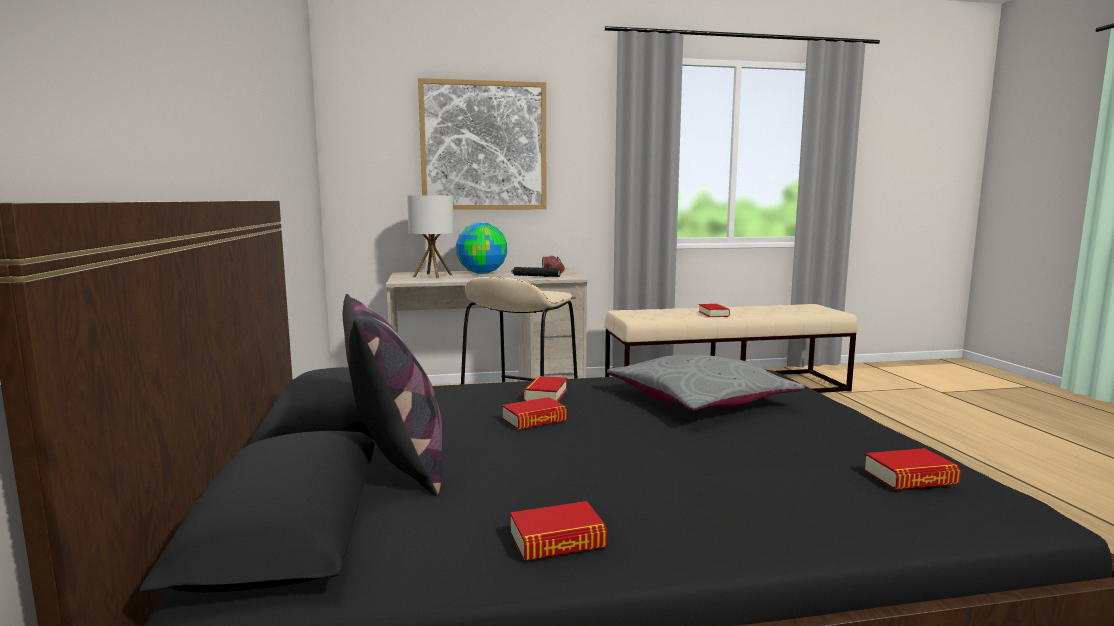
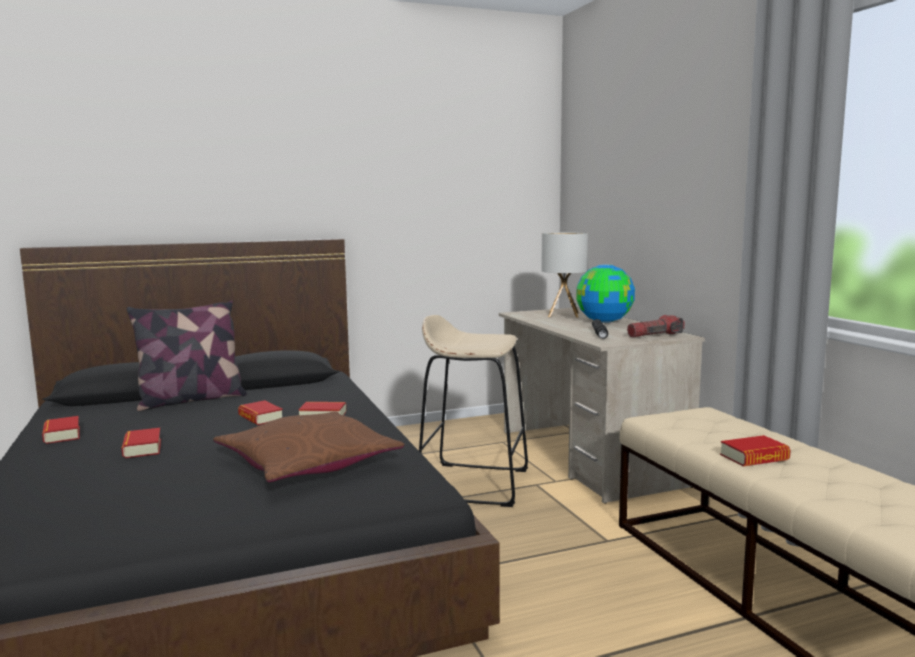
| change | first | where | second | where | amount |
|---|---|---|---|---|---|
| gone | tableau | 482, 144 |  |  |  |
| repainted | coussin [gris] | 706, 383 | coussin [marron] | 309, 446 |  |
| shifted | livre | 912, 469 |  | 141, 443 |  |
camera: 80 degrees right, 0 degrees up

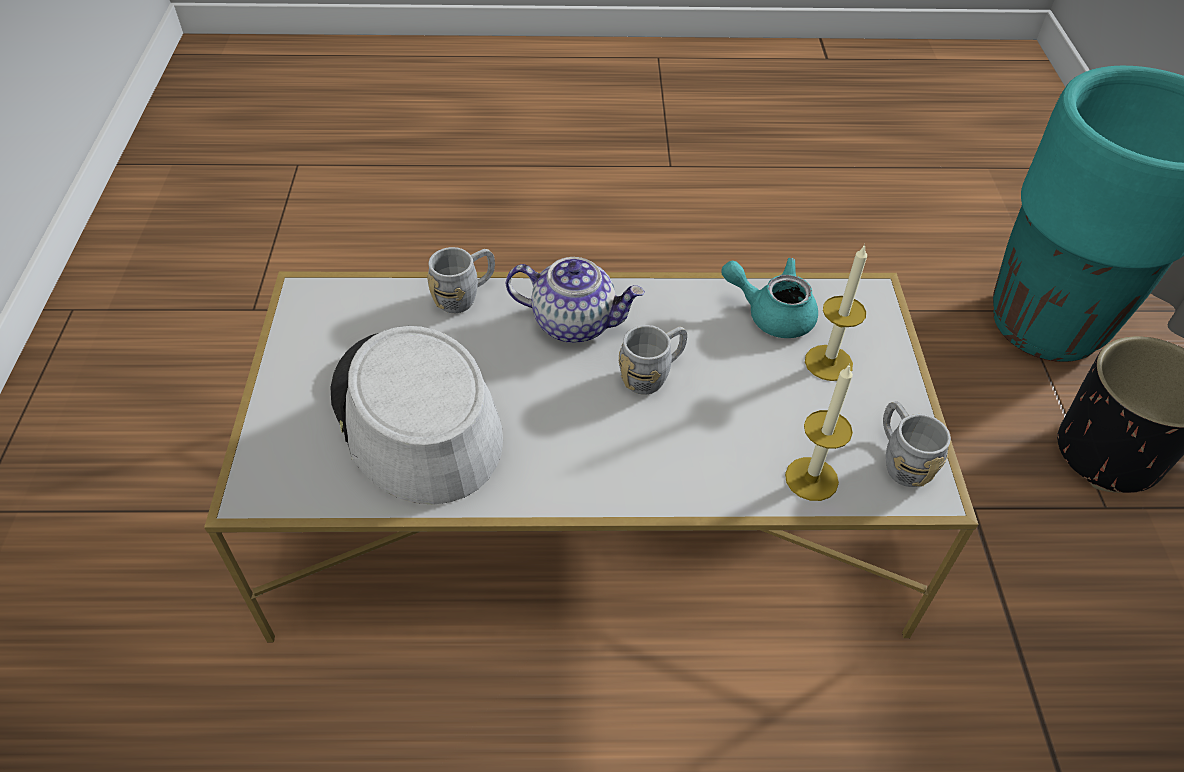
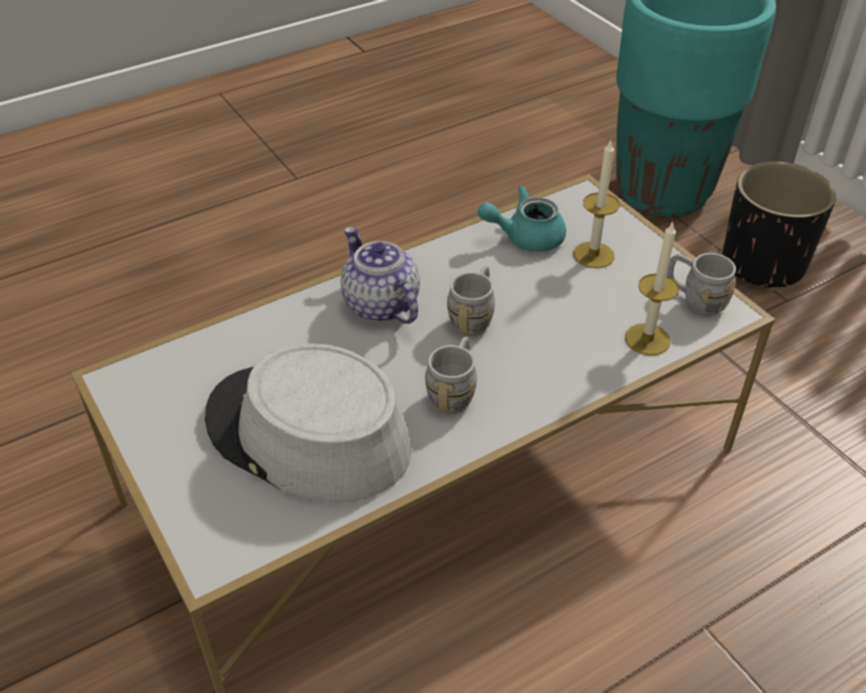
| change | first | where | second | where | amount |
|---|---|---|---|---|---|
| shifted | mug [gris] | 461, 280 |  | 451, 375 |  |
| rotated | théière | 575, 300 |  | 380, 275 | 105 degrees counterclockwise |
camera: 30 degrees left, 5 degrees down

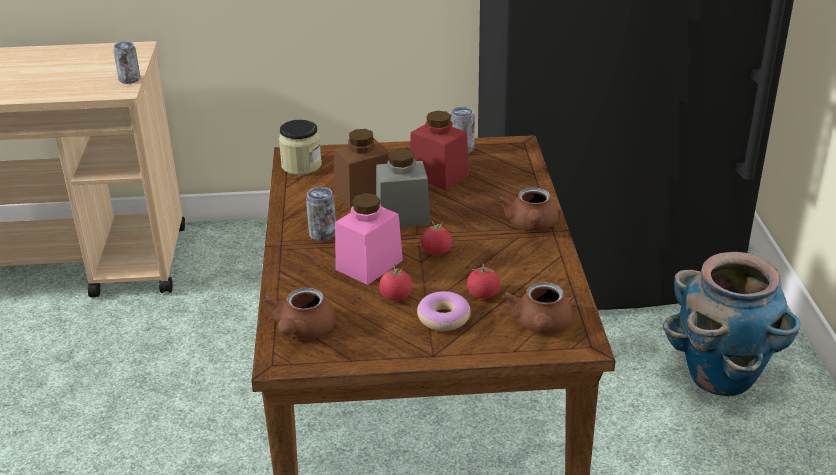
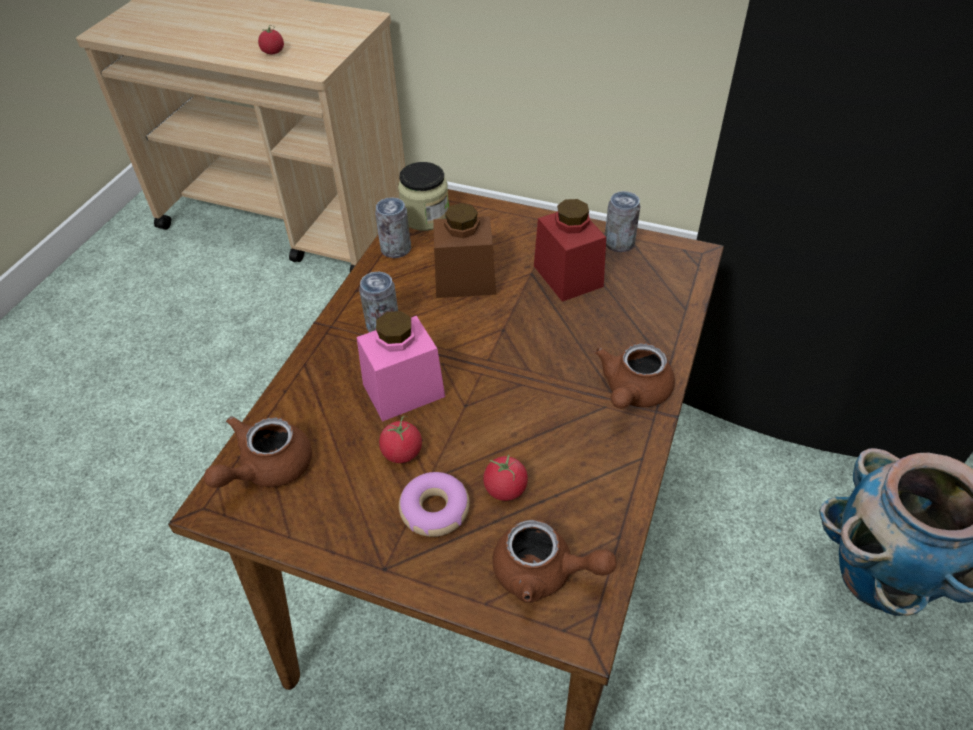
| change | first | where | second | where | amount |
|---|---|---|---|---|---|
| shifted | boîte métallique | 126, 62 |  | 393, 227 |  |
| gone | bocal [gris] | 403, 188 |  |  |  |
| shifted | tomate | 436, 238 |  | 271, 39 |  |
| rotated | théière [marron] | 538, 308 |  | 554, 561 | 105 degrees counterclockwise |
camera: 25 degrees right, 15 degrees up

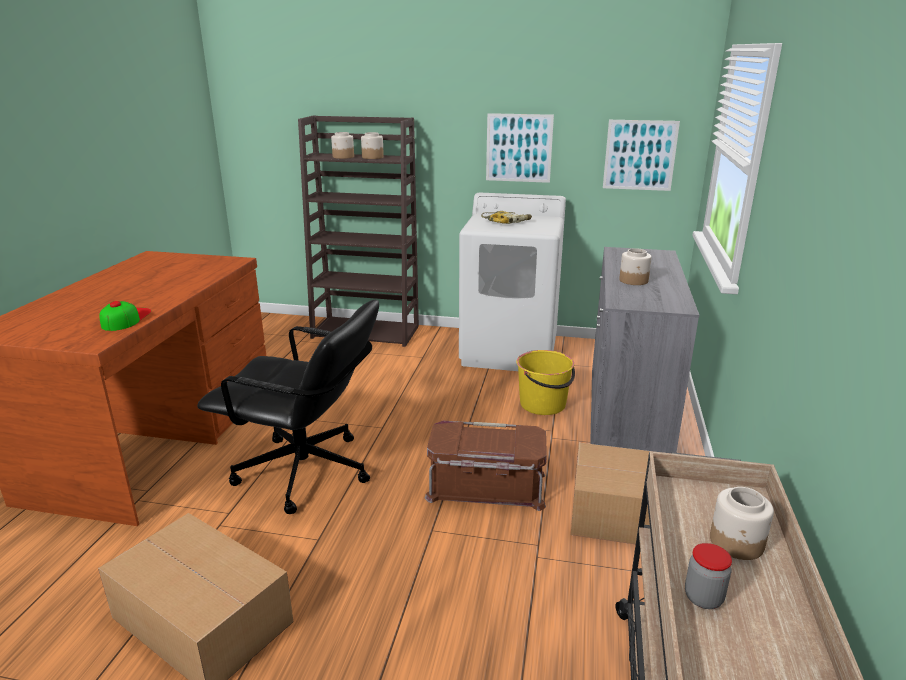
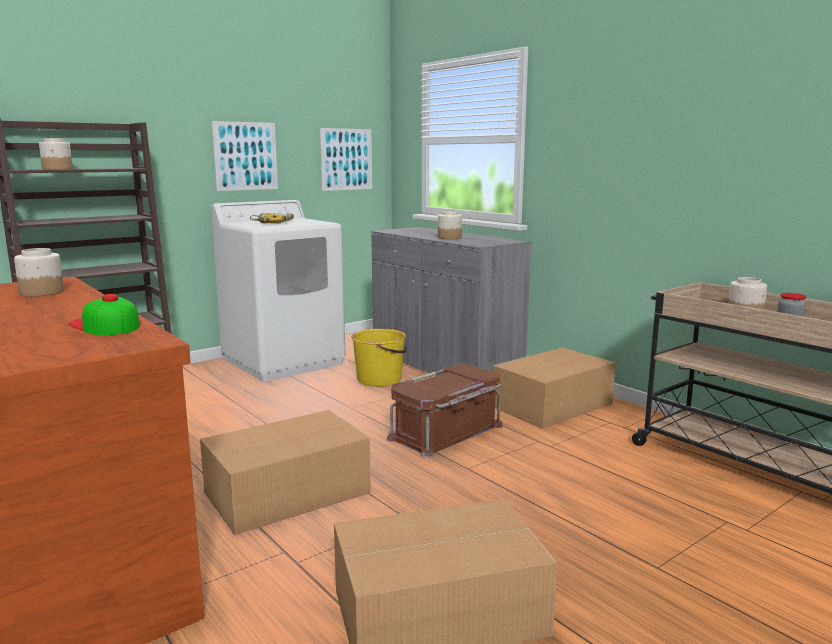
| change | first | where | second | where | amount |
|---|---|---|---|---|---|
| shifted | bocal | 372, 145 |  | 39, 272 |  |
| swapped | chaise de bureau [noir] | 288, 407 | carton | 285, 472 |  |
camera: 50 degrees left, 10 degrees down

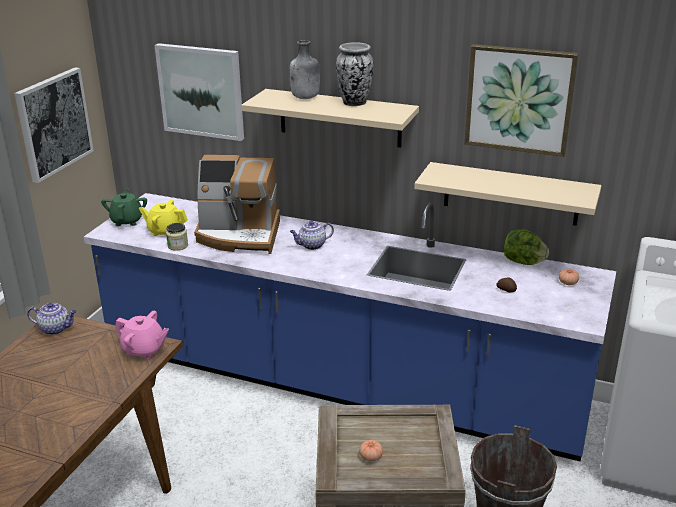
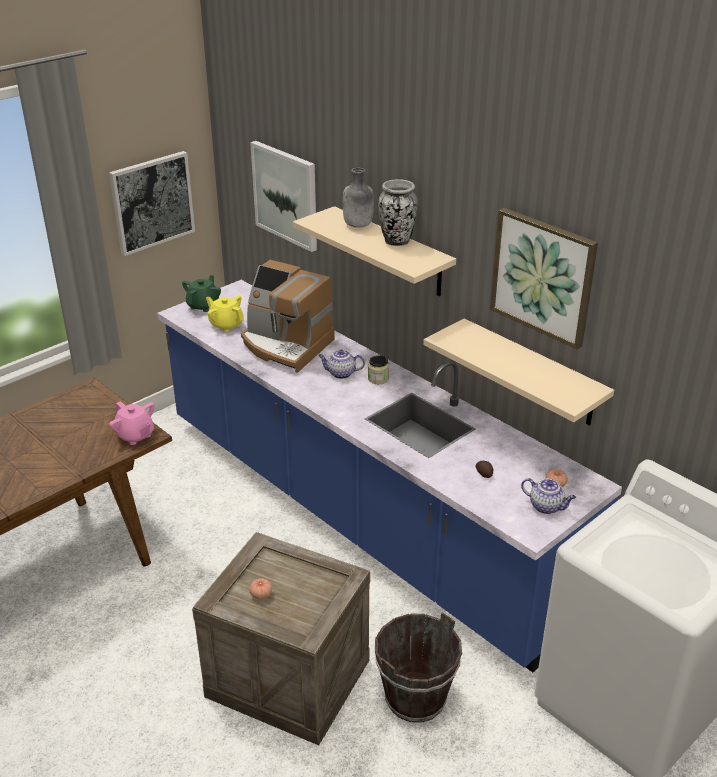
| change | first | where | second | where | amount |
|---|---|---|---|---|---|
| shifted | bocal | 177, 237 |  | 378, 369 |  |
| gone | laitue | 526, 247 |  |  |  |
| shifted | théière | 52, 319 |  | 548, 496 |  |
camera: 25 degrees right, 5 degrees up

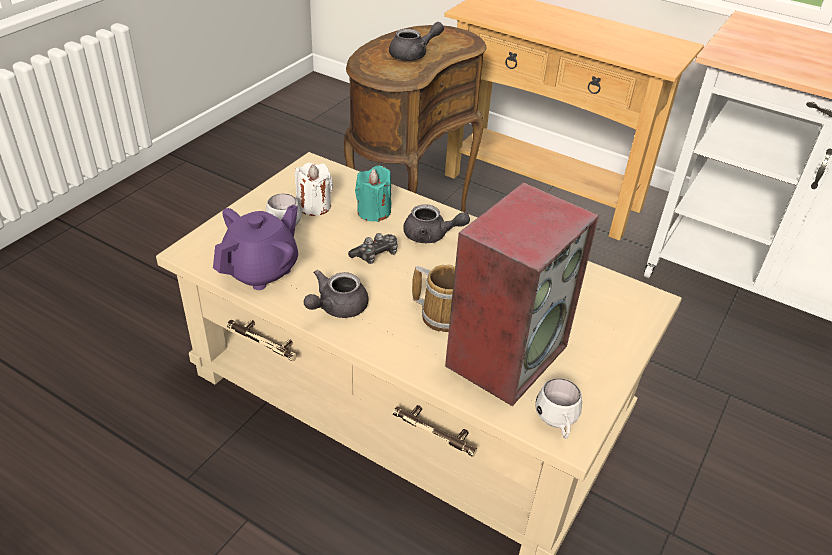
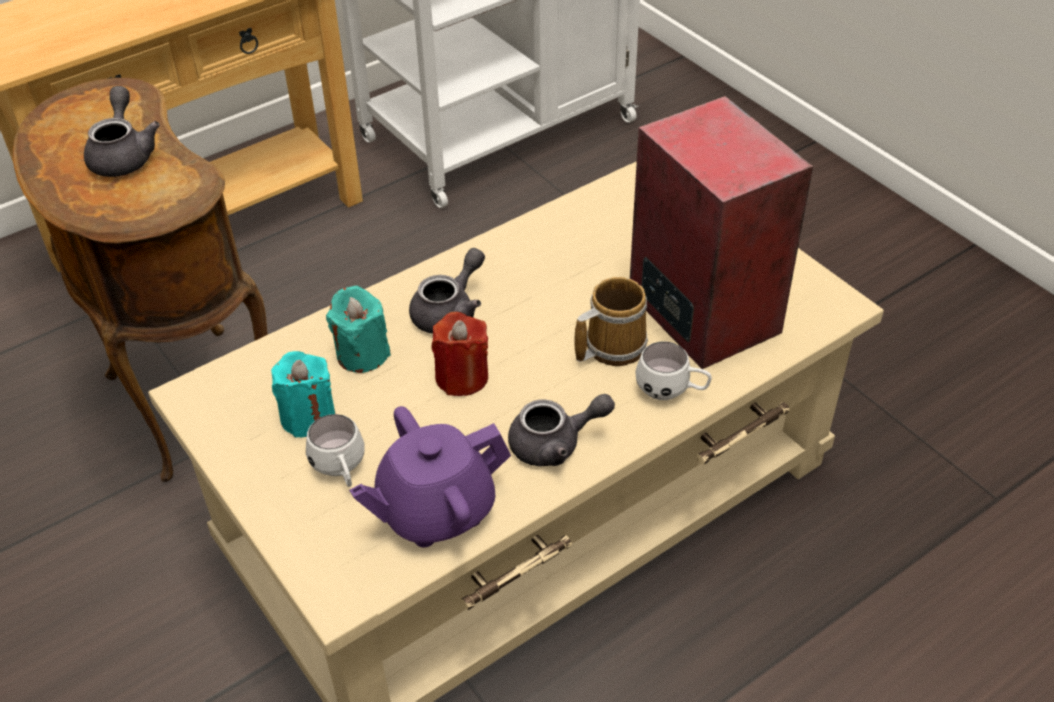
| change | first | where | second | where | amount |
|---|---|---|---|---|---|
| repainted | bougie [blanc] | 314, 189 | bougie [turquoise] | 303, 394 |  |
| rotated | théière [violet] | 255, 247 |  | 430, 477 | 90 degrees counterclockwise |
| swapped | manette | 373, 248 | bougie [rouge] | 460, 354 |  |
| rotated | théière [gris] | 336, 294 |  | 561, 430 | 75 degrees counterclockwise |
| shifted | mug [blanc] | 558, 408 |  | 673, 370 |  |
camera: 65 degrees left, 5 degrees up

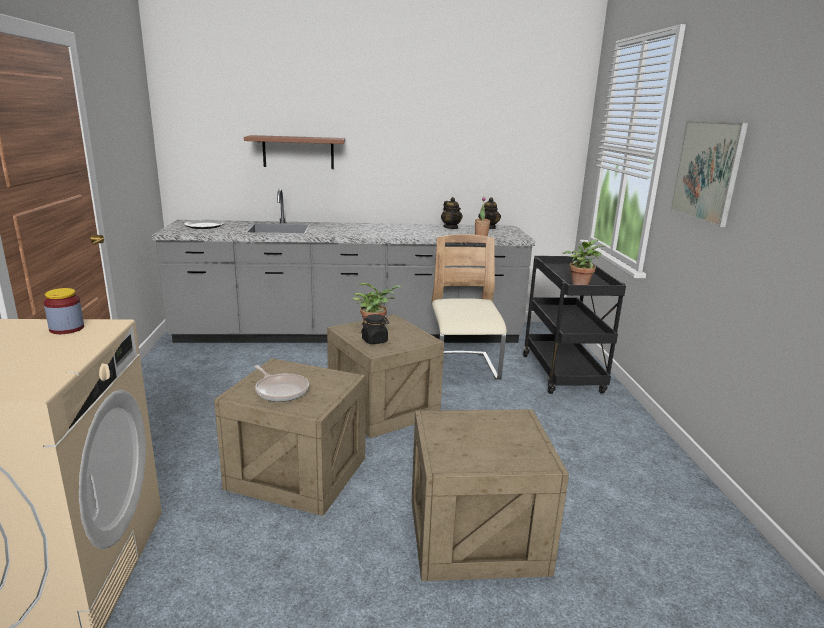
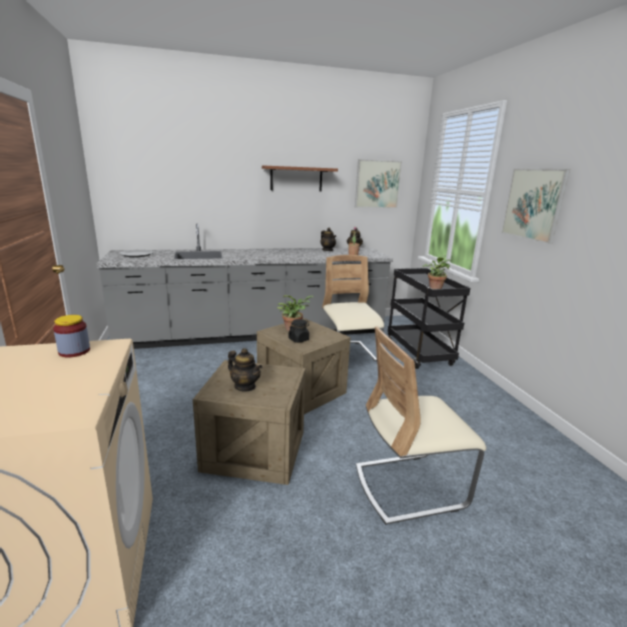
| change | first | where | second | where | amount |
|---|---|---|---|---|---|
| shifted | étagère [marron] | 294, 152 |  | 300, 179 |  |
| swapped | poêle | 281, 383 | théière | 245, 369 |  |
| swapped | caisse | 490, 495 | chaise [beige] | 421, 426 |  |
| new |  |  | tableau | 378, 183 |  |
camera: 10 degrees left, 0 degrees up

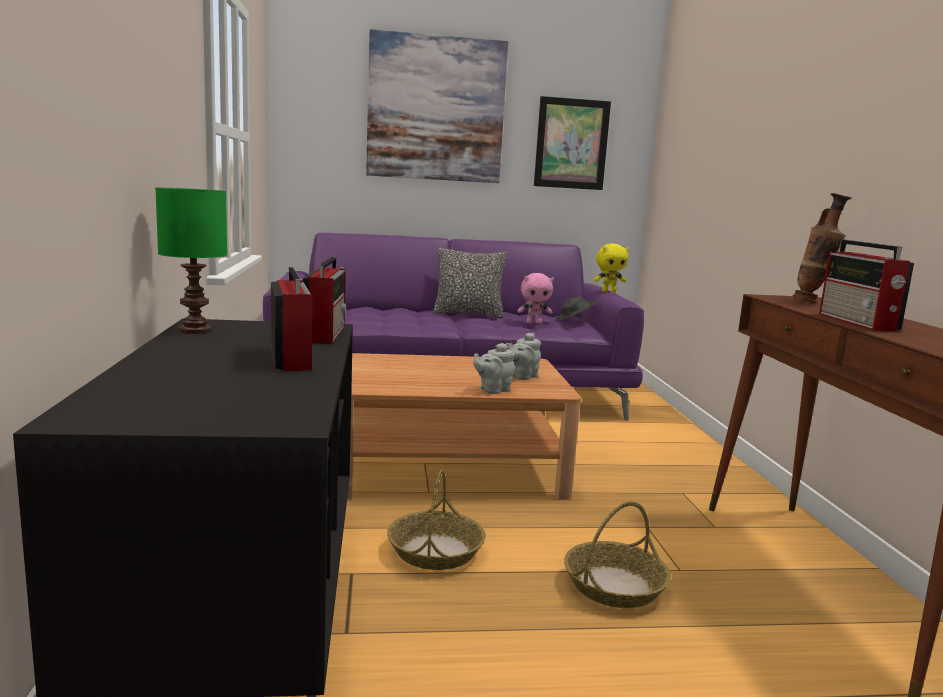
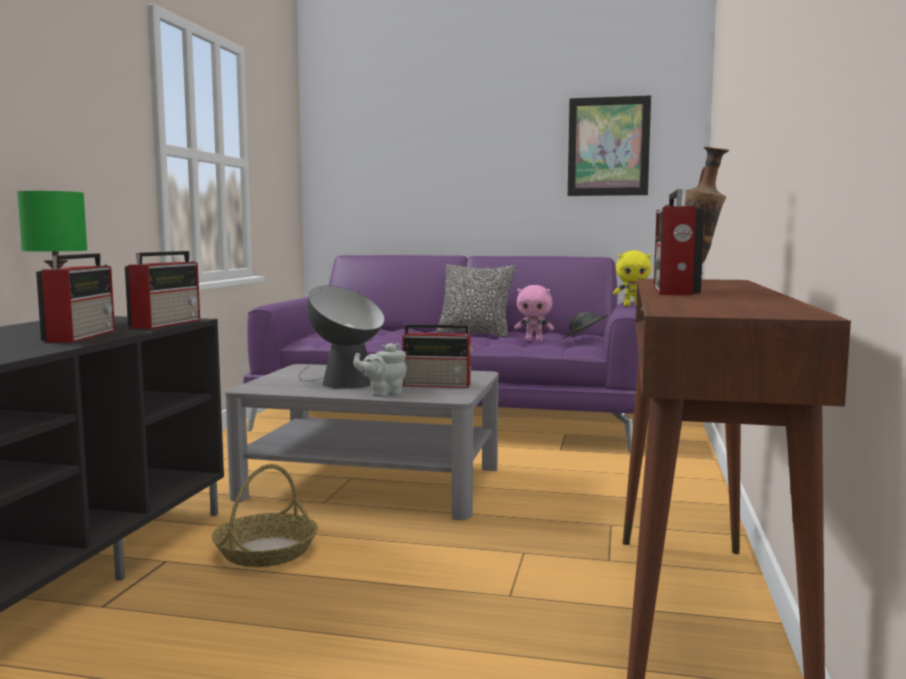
| change | first | where | second | where | amount |
|---|---|---|---|---|---|
| gone | tableau | 437, 106 |  |  |  |
| swapped | théière [gris] | 524, 356 | radio | 438, 356 |  |
| repainted | table basse [marron] | 464, 426 | table basse [gris] | 362, 442 |  |
| gone | panier | 617, 554 |  |  |  |
| new |  |  | lampe de table | 342, 337 |  |
camera: 20 degrees right, 5 degrees down

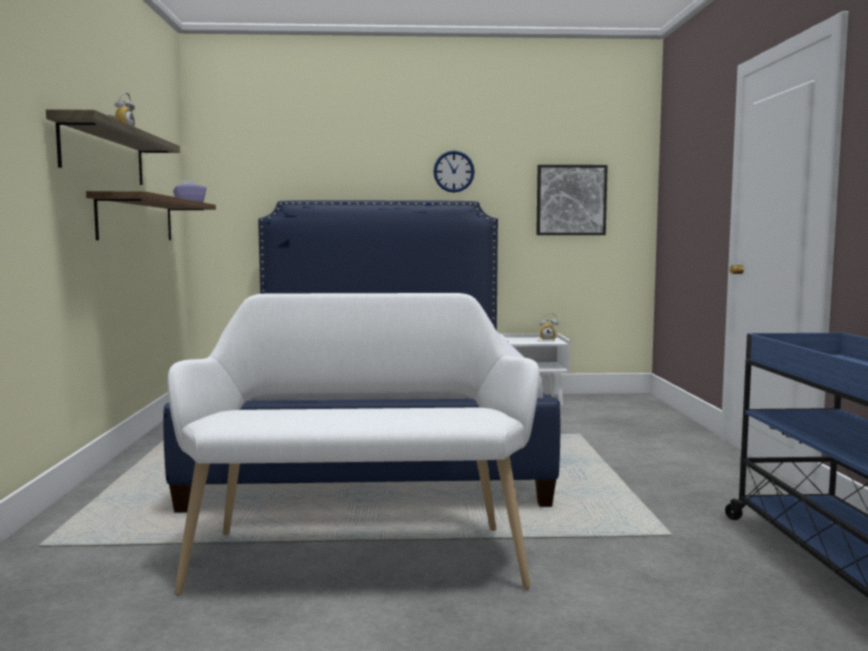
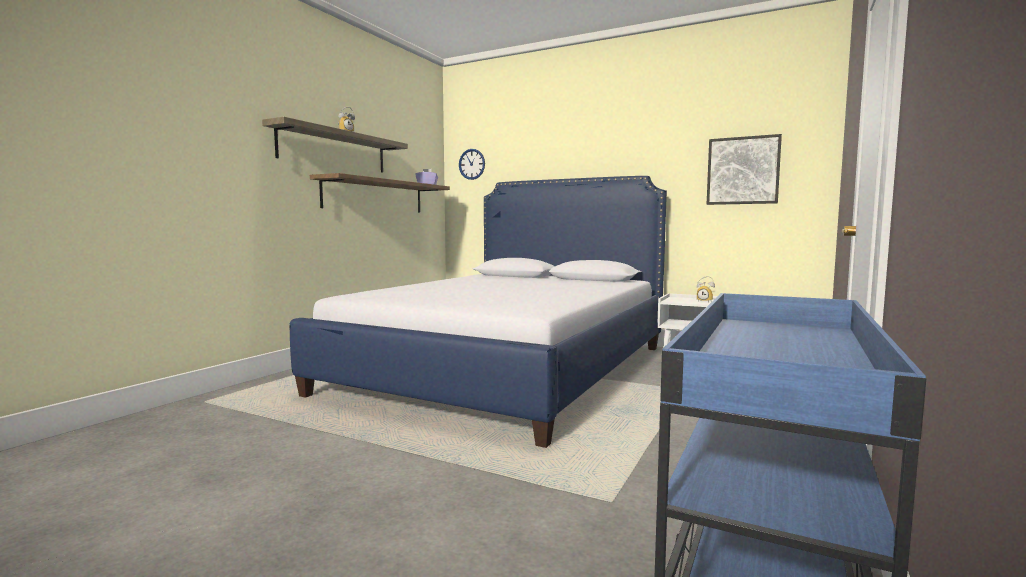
| change | first | where | second | where | amount |
|---|---|---|---|---|---|
| shifted | horloge murale | 454, 172 |  | 472, 164 |  |
| gone | banc [blanc] | 353, 444 |  |  |  |
camera: 30 degrees right, 0 degrees up

